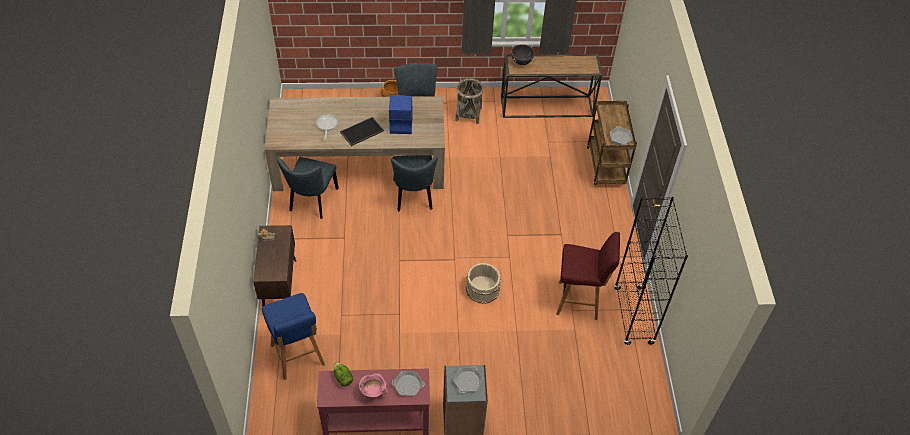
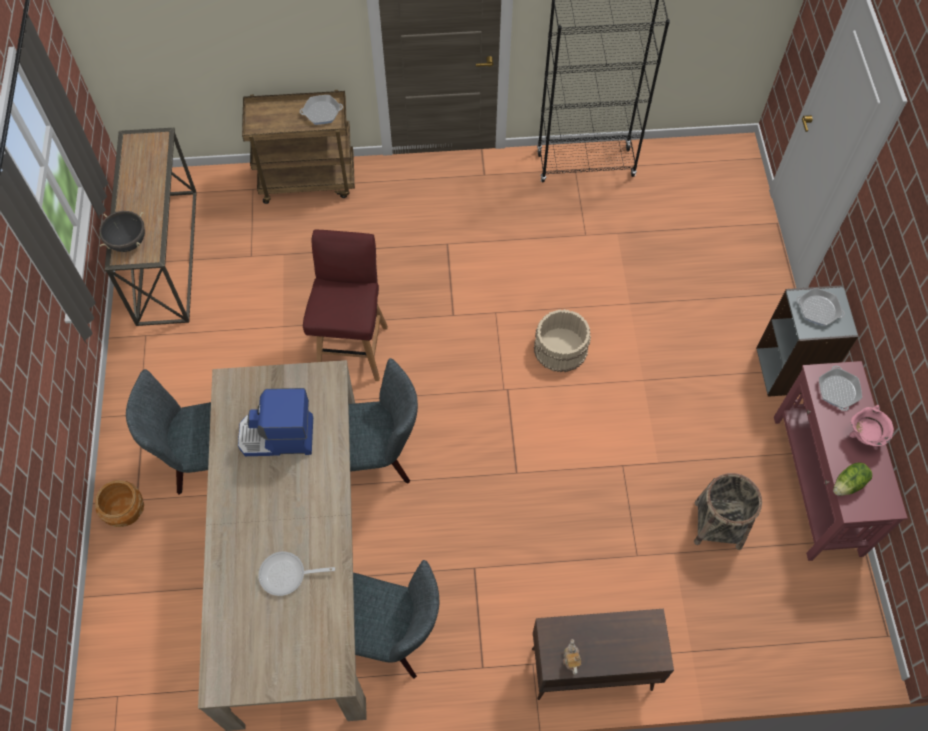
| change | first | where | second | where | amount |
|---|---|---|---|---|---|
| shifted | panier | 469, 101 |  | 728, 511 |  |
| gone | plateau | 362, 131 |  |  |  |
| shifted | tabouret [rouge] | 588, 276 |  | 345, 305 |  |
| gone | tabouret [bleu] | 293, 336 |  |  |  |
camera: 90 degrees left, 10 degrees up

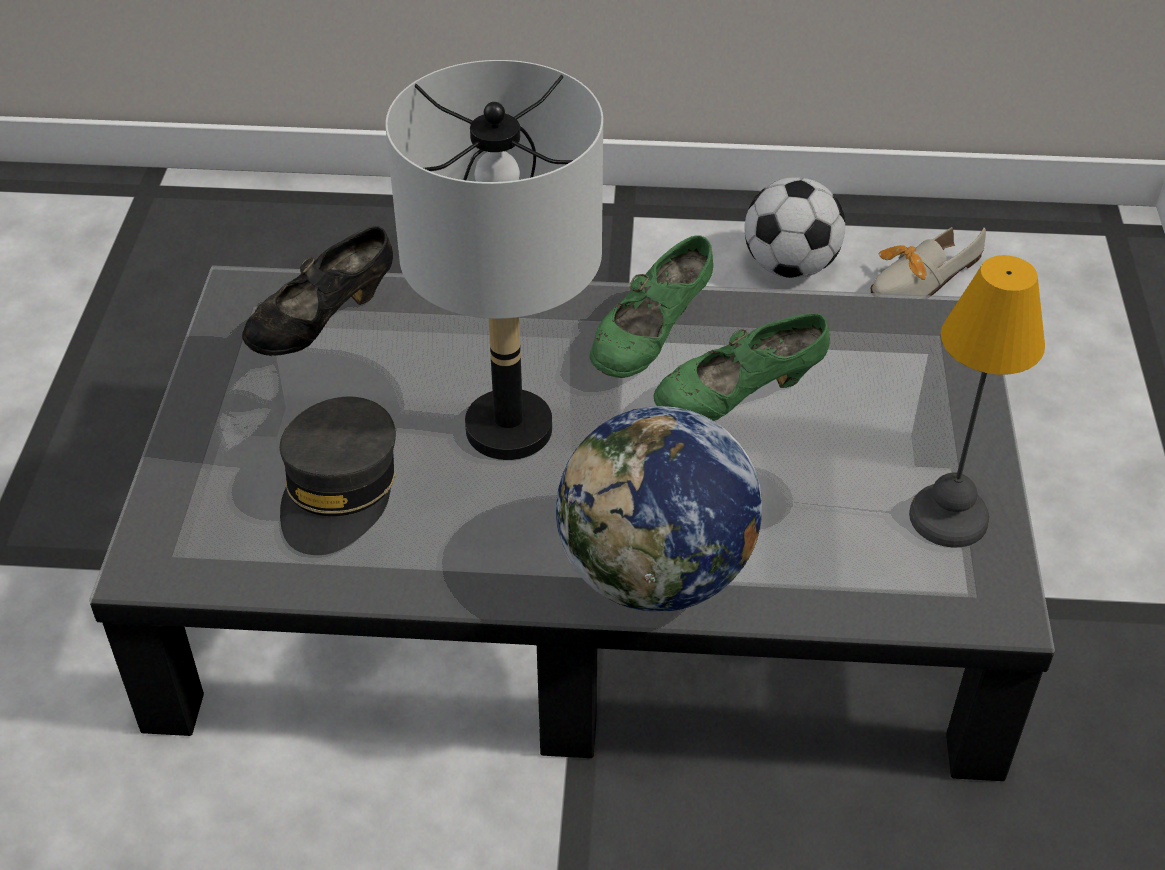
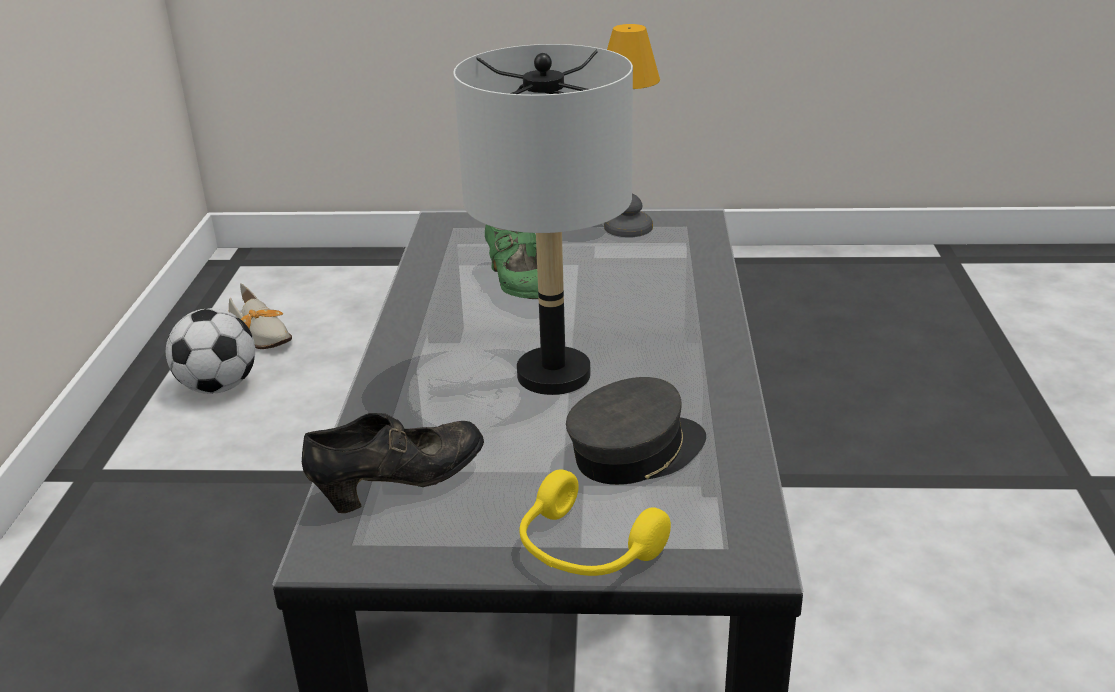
| change | first | where | second | where | amount |
|---|---|---|---|---|---|
| rotated | chaussure [noir] | 317, 291 |  | 393, 463 | 75 degrees counterclockwise |
| gone | chaussure [vert] | 651, 307 |  |  |  |
| rotated | casquette [gris] | 338, 476 |  | 636, 431 | 45 degrees counterclockwise |
| gone | globe | 659, 509 |  |  |  |
| new |  |  | casque audio [jaune] | 595, 522 |  |
camera: 90 degrees left, 15 degrees down

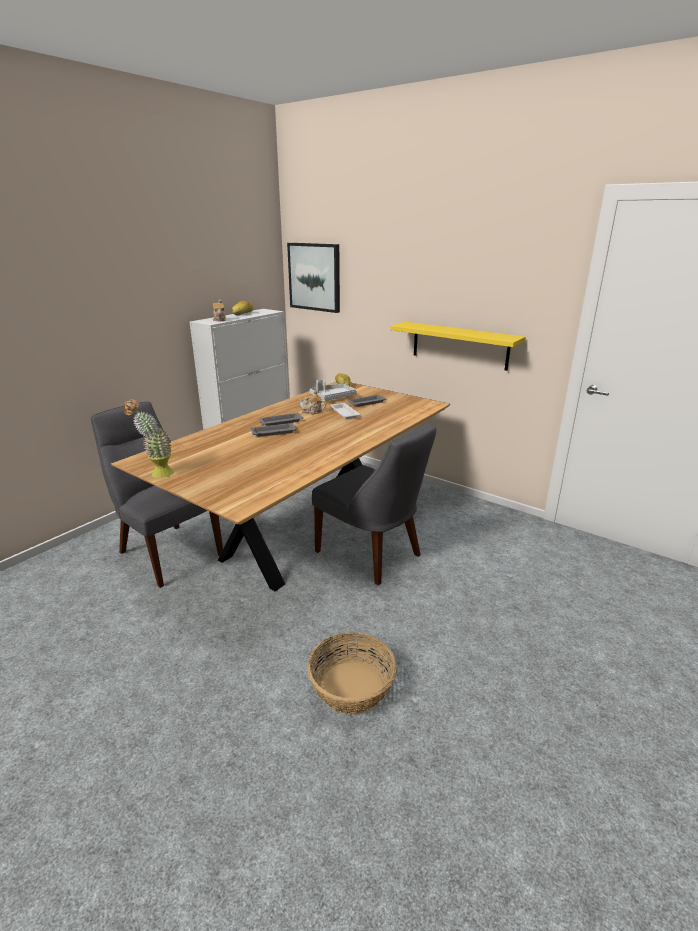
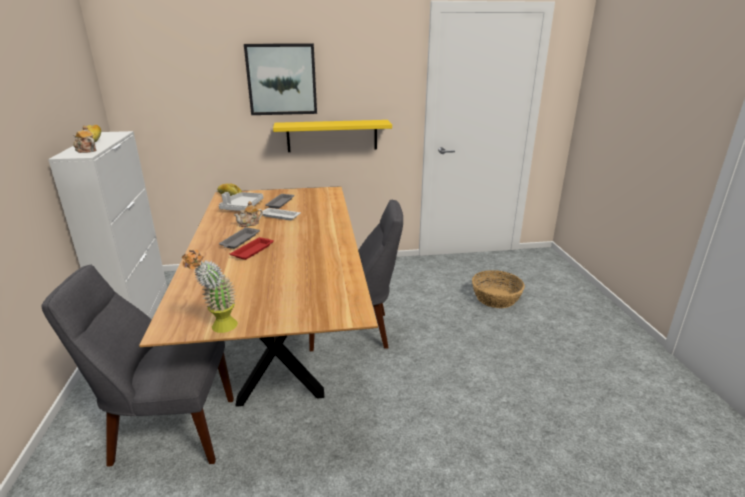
| change | first | where | second | where | amount |
|---|---|---|---|---|---|
| shifted | tableau | 313, 278 |  | 280, 79 |  |
| repainted | plateau [gris] | 273, 430 | plateau [rouge] | 251, 248 |  |
| shifted | panier | 352, 673 |  | 498, 289 |  |
camera: 45 degrees left, 0 degrees up

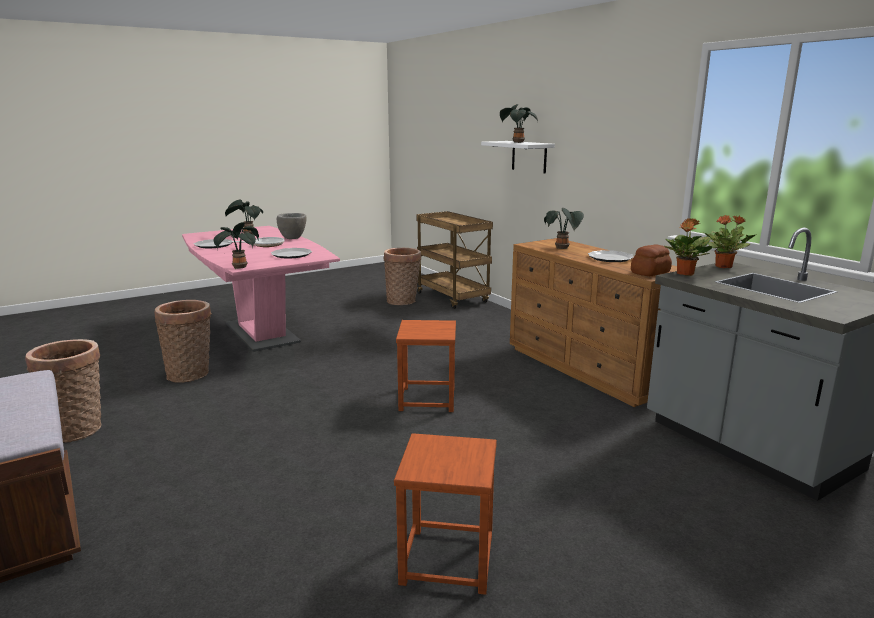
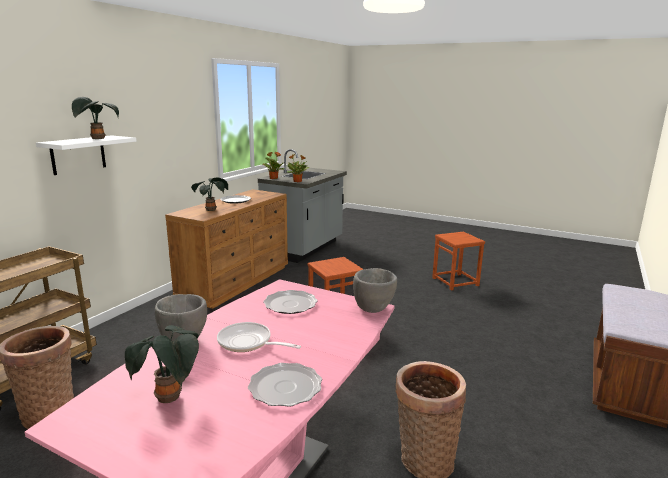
| change | first | where | second | where | amount |
|---|---|---|---|---|---|
| swapped | plante en pot | 236, 245 | bol [gris] | 375, 290 |  |
| gone | pain | 651, 260 |  |  |  |
| gone | panier | 63, 391 |  |  |  |
camera: 120 degrees left, 0 degrees up

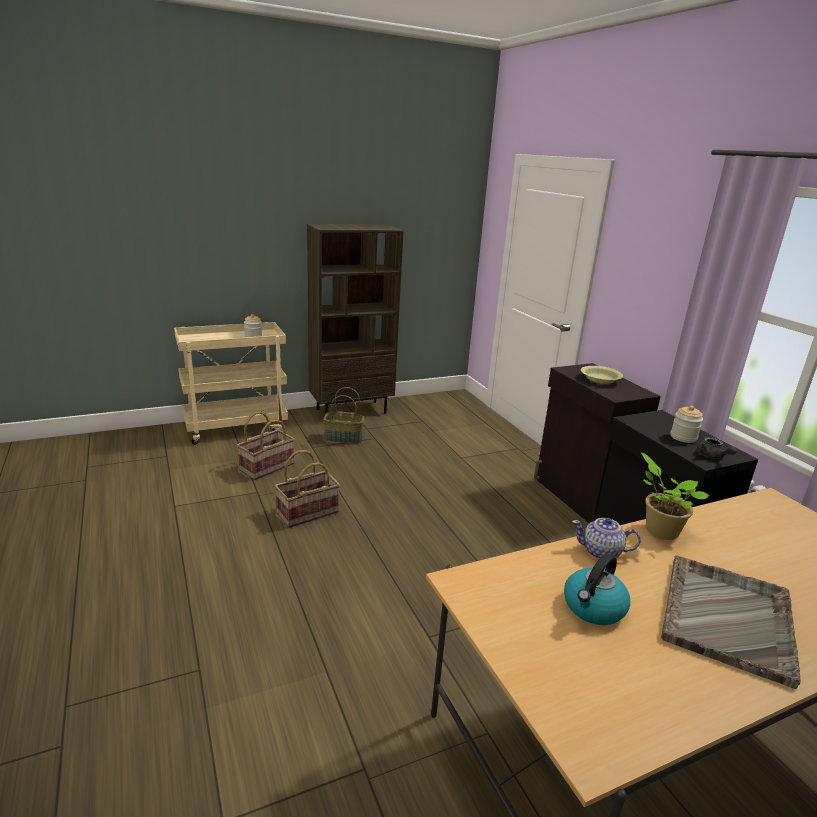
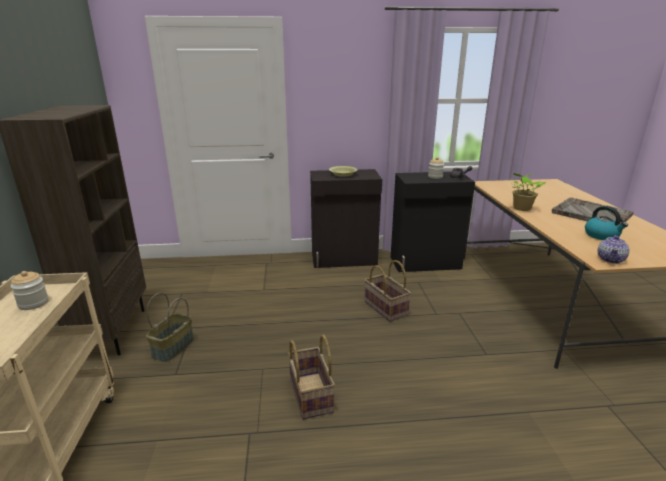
| change | first | where | second | where | amount |
|---|---|---|---|---|---|
| shifted | panier | 266, 445 |  | 387, 291 |  |
| shifted | théière | 606, 538 |  | 613, 249 |  |
camera: 70 degrees left, 0 degrees up

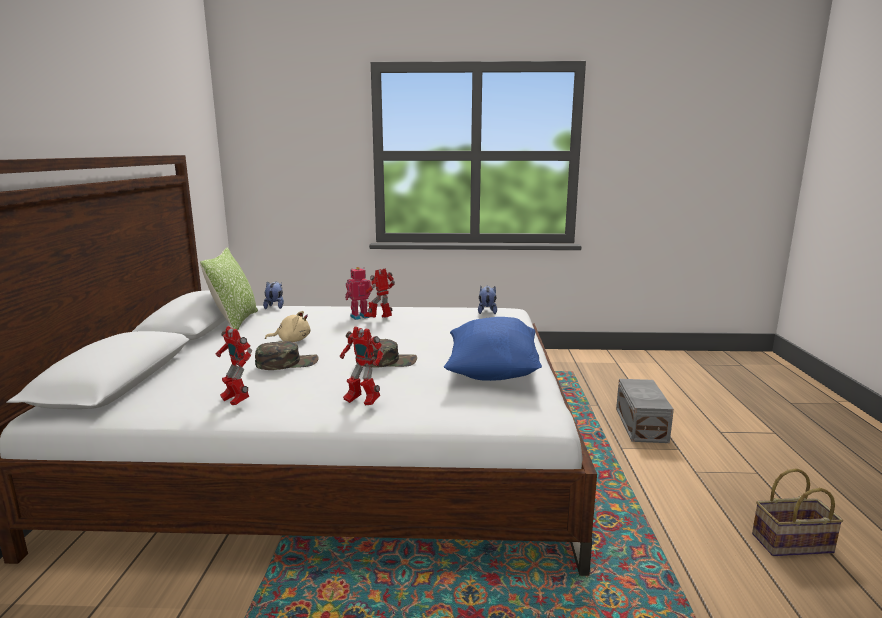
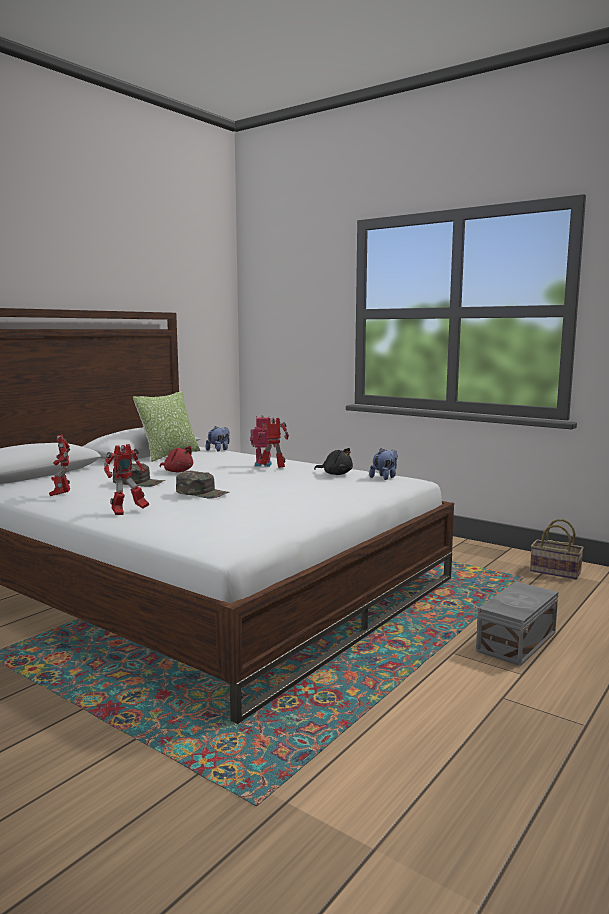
| change | first | where | second | where | amount |
|---|---|---|---|---|---|
| repainted | peluche [beige] | 287, 326 | peluche [rouge] | 176, 459 |  |
| gone | coussin [bleu] | 493, 349 |  |  |  |
| rotated | robot jouet | 362, 366 |  | 126, 479 | 105 degrees counterclockwise |
| shifted | panier | 797, 512 |  | 557, 549 |  |
| new |  |  | peluche [noir] | 333, 461 |  |
camera: 35 degrees right, 5 degrees down

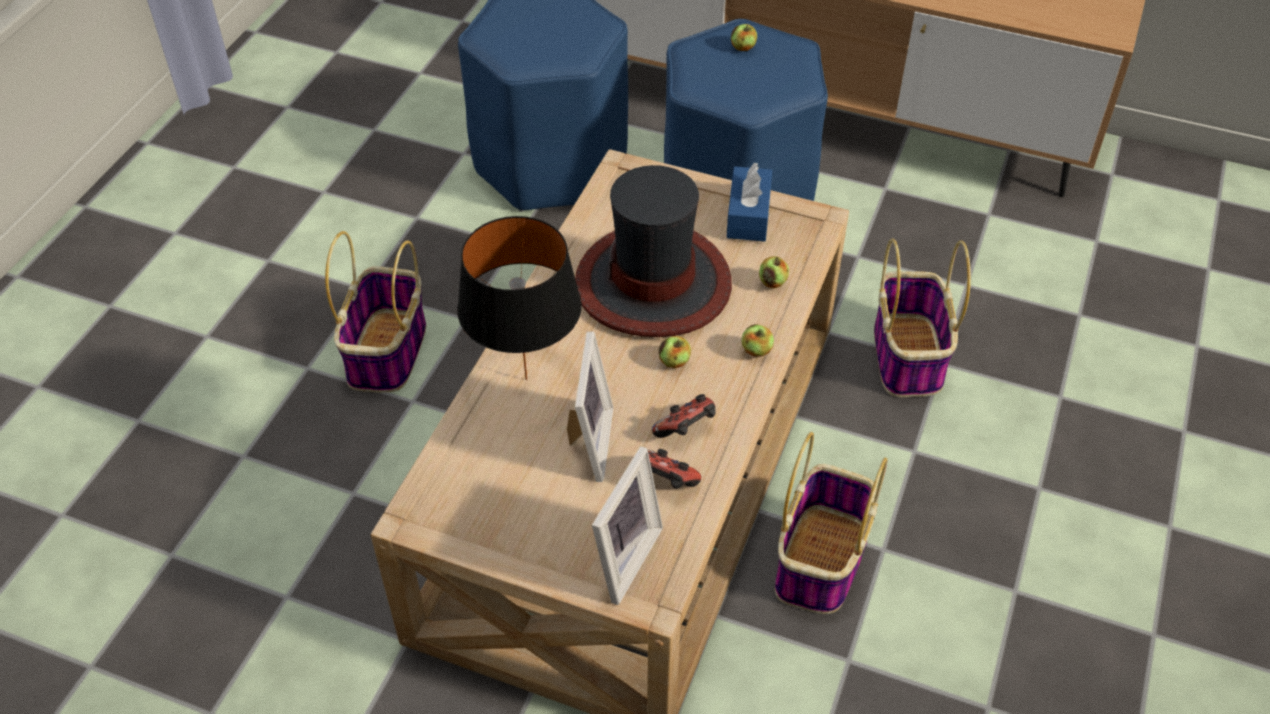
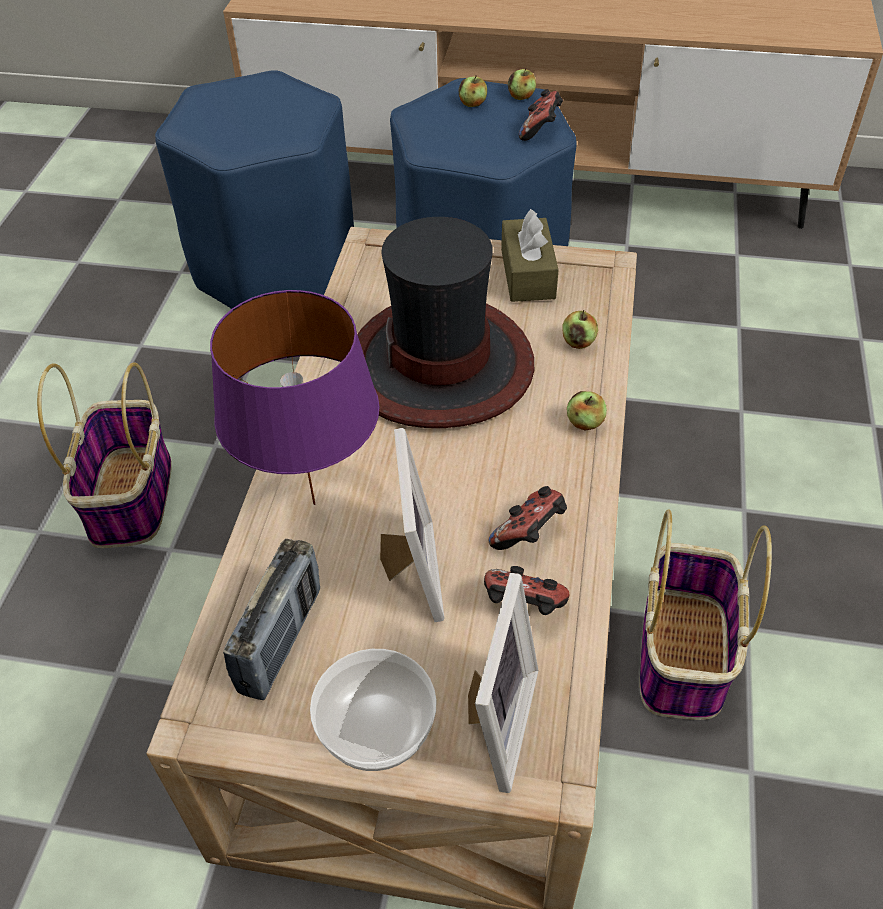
| change | first | where | second | where | amount |
|---|---|---|---|---|---|
| repainted | boîte à mouchoirs [bleu] | 749, 202 | boîte à mouchoirs [marron] | 530, 255 |  |
| repainted | lampe de table [noir] | 519, 298 | lampe de table [violet] | 295, 397 |  |
| gone | panier | 922, 317 |  |  |  |
| shifted | pomme | 675, 352 |  | 522, 84 |  |
| new |  |  | manette | 541, 115 |  |
| new |  |  | radio | 271, 619 |  |
| new |  |  | bol | 373, 710 |  |
camera: 10 degrees left, 0 degrees up

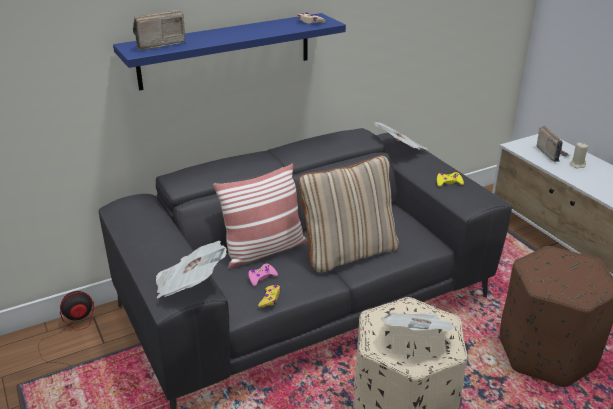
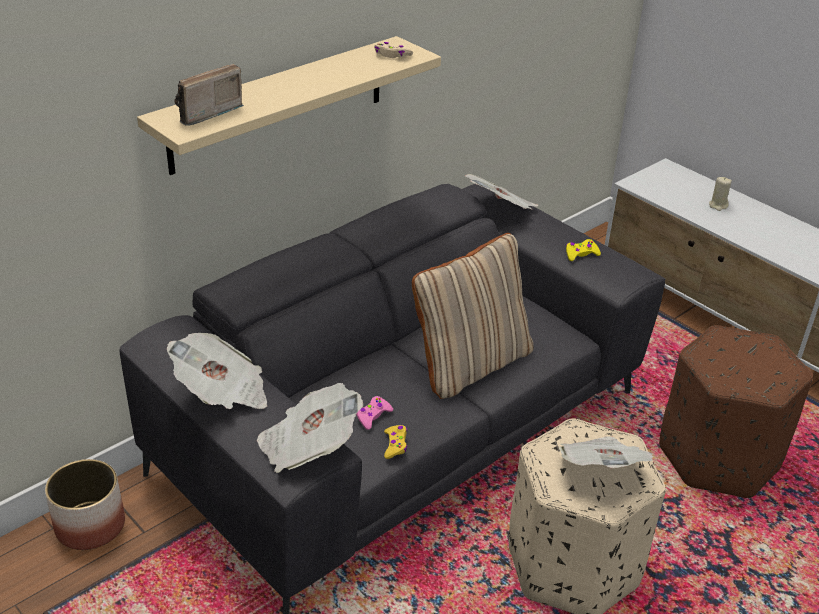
| change | first | where | second | where | amount |
|---|---|---|---|---|---|
| repainted | étagère [bleu] | 229, 52 | étagère [beige] | 289, 105 |  |
| gone | radio | 553, 144 |  |  |  |
| gone | coussin | 260, 216 |  |  |  |
| swapped | ventilateur | 66, 328 | cache-pot | 85, 504 |  |
| new |  |  | journal | 217, 371 |  |
camera: 15 degrees left, 5 degrees up

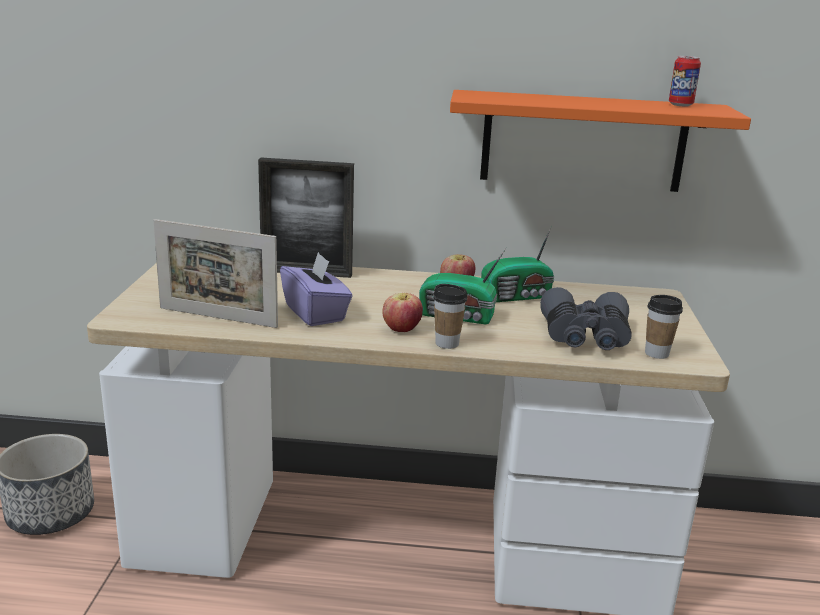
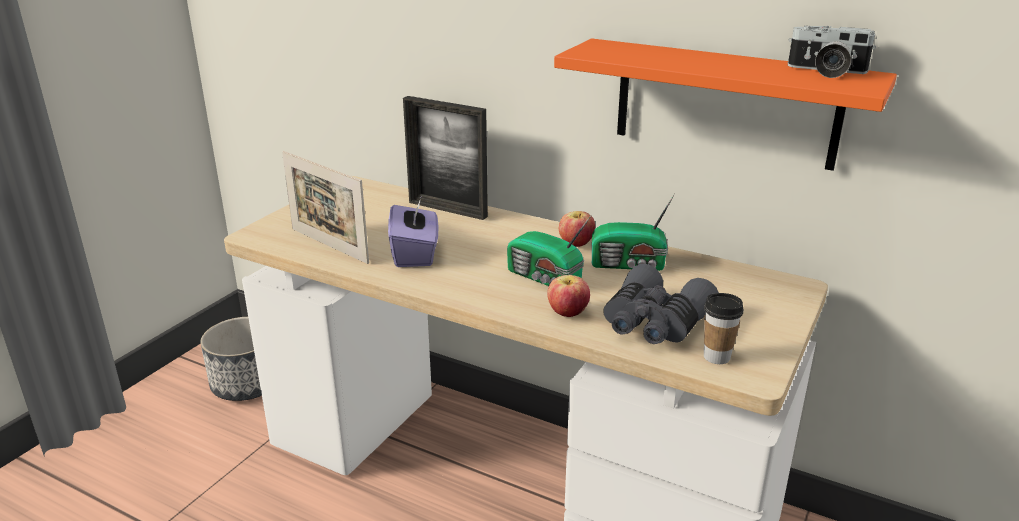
| change | first | where | second | where | amount |
|---|---|---|---|---|---|
| swapped | boîte métallique | 685, 81 | appareil photo | 831, 52 |  |
| gone | tasse | 450, 316 |  |  |  |
| shifted | pomme | 402, 312 |  | 568, 296 |  |
camera: 25 degrees right, 5 degrees up

